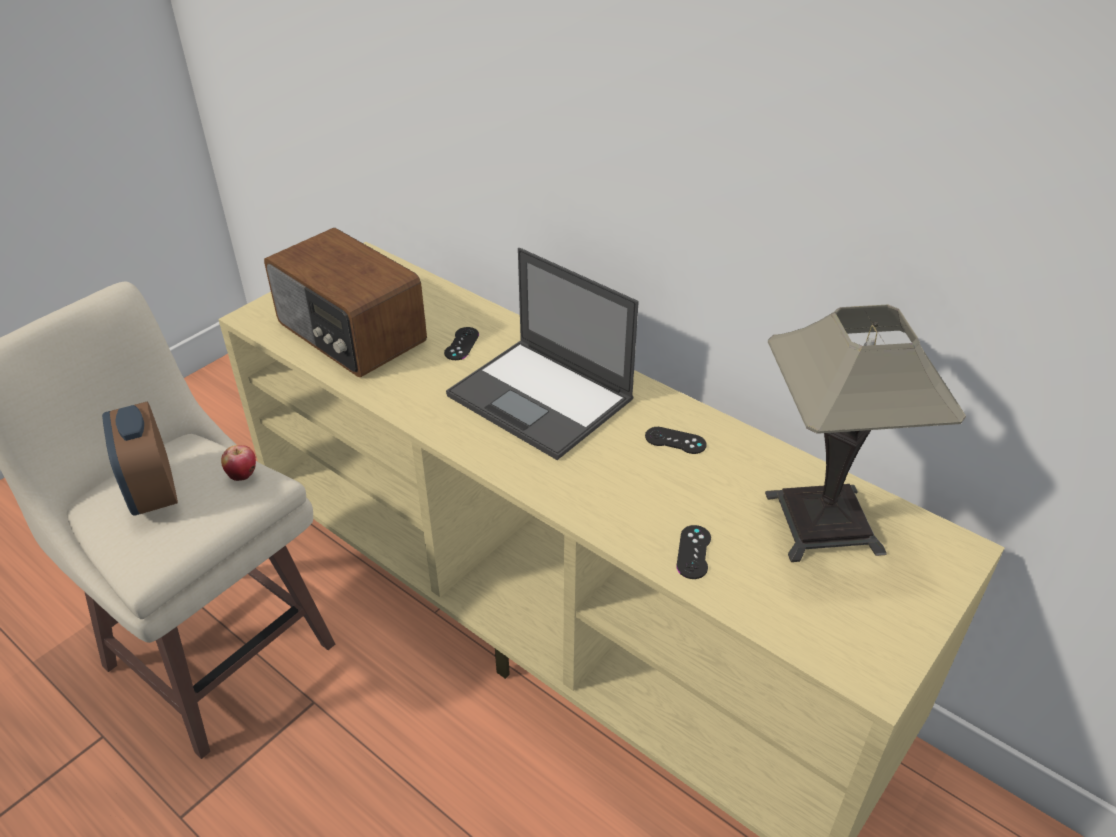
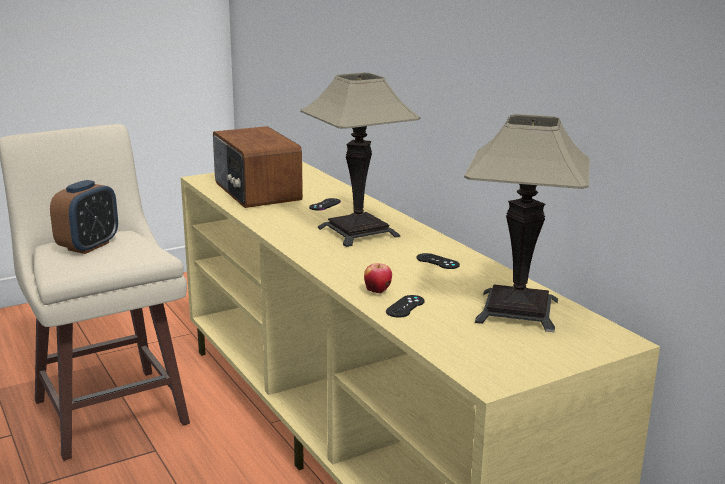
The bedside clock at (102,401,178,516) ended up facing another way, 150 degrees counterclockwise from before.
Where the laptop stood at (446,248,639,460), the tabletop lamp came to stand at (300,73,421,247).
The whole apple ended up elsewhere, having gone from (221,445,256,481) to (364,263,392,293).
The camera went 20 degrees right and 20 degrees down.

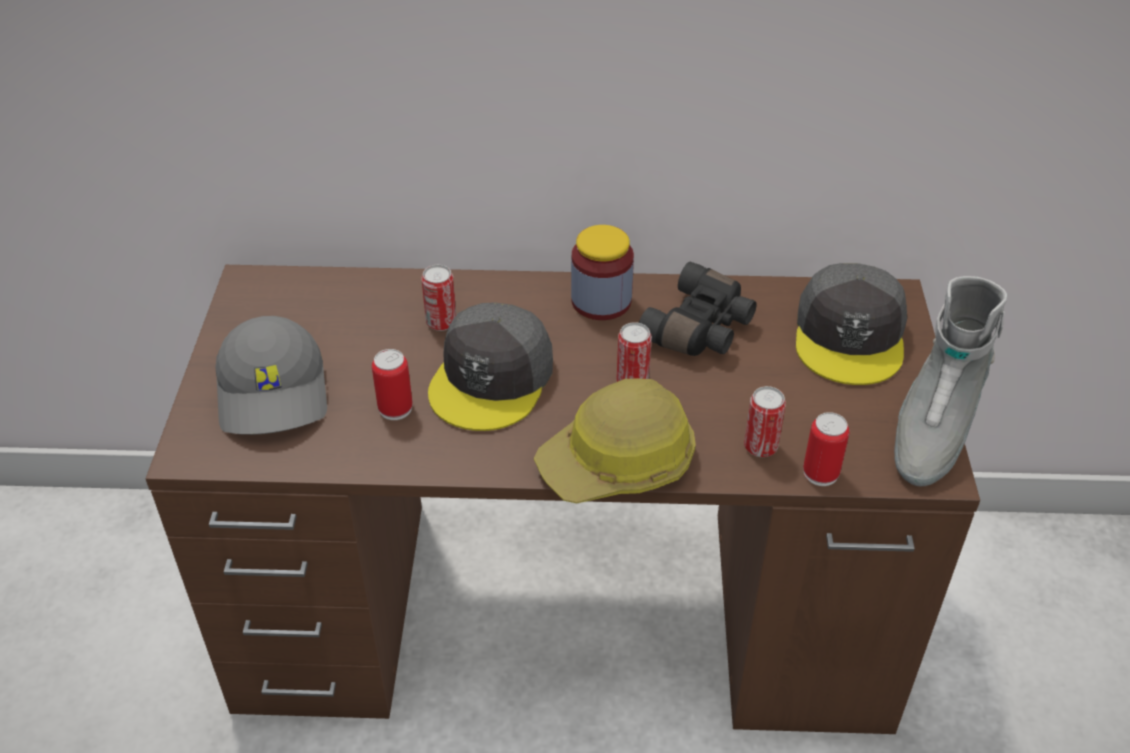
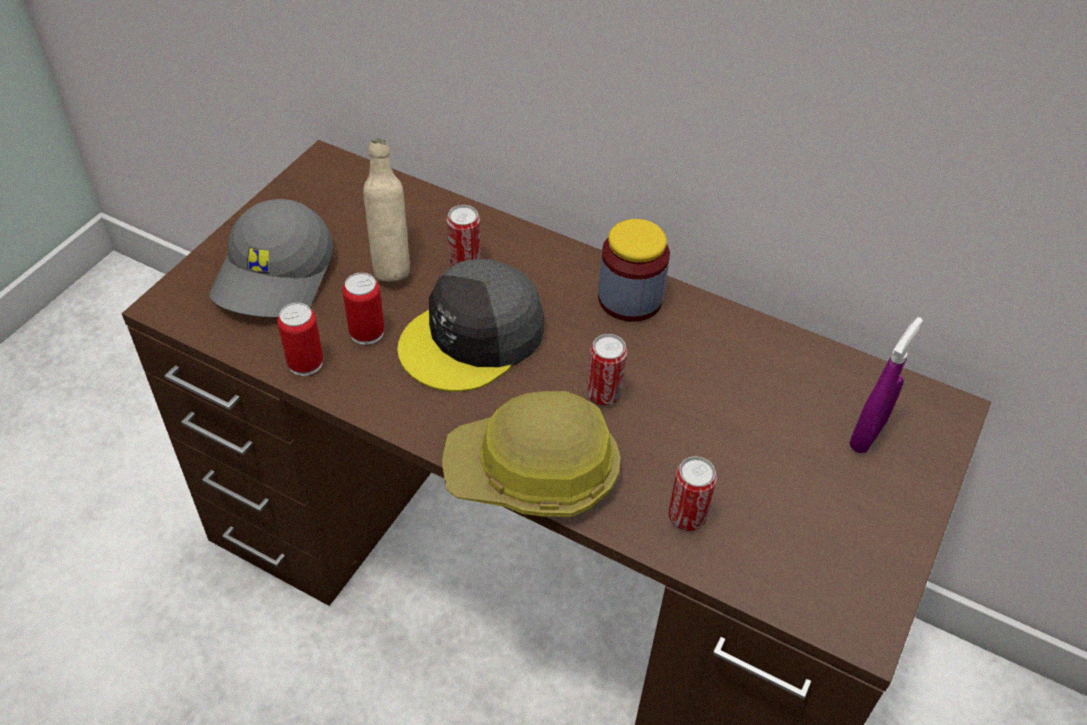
The can ended up elsewhere, having gone from (803,412,849,486) to (277,303,323,376).
The second view gained the beige-coloured drink bottle at (363,138,410,282).
Where the gray peaked cap stood at (796,263,907,385), the purple-coloured spray bottle came to stand at (849,317,923,453).
The second view lost the black binoculars at (639,262,757,356).
The second view lost the gray boot at (894,276,1007,487).
The camera went 25 degrees right and 5 degrees up.

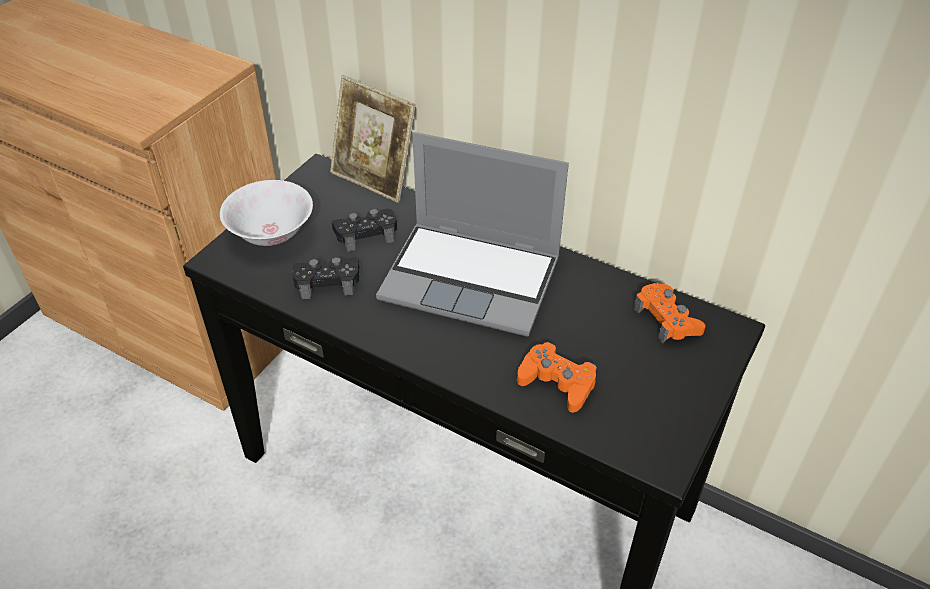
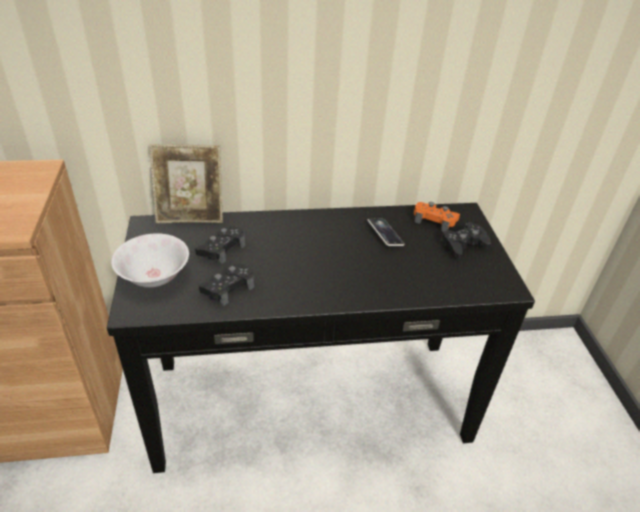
The second view gained the handset at (367,218,404,246).
The second view gained the black joypad at (441,222,491,260).
The second view lost the laptop at (376,132,569,337).
The second view lost the orange joypad at (517,342,597,413).
The camera went 40 degrees left and 5 degrees down.

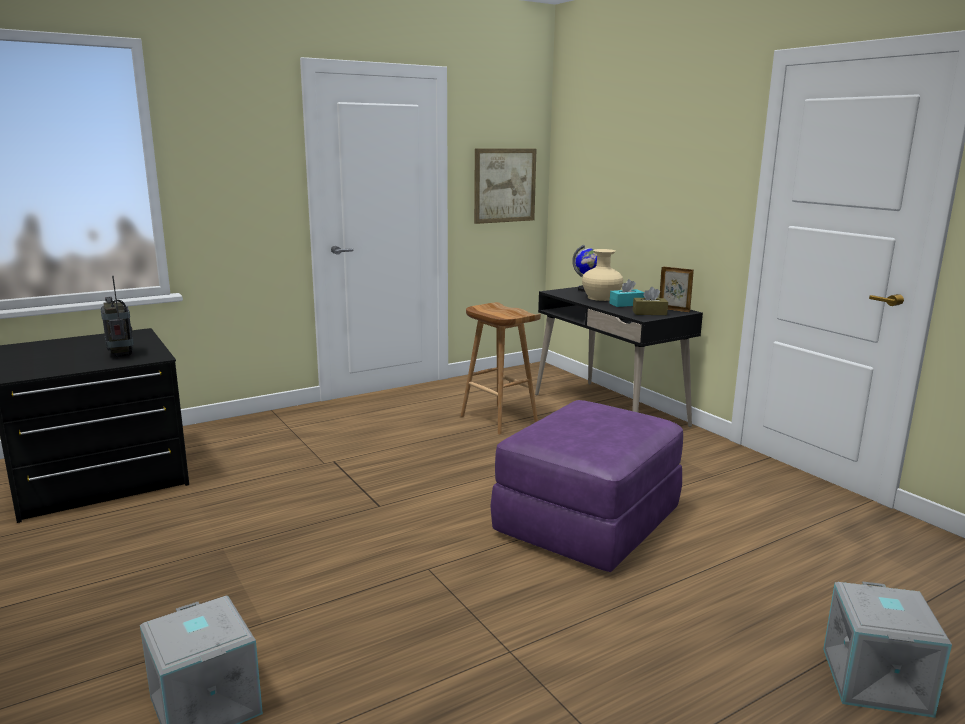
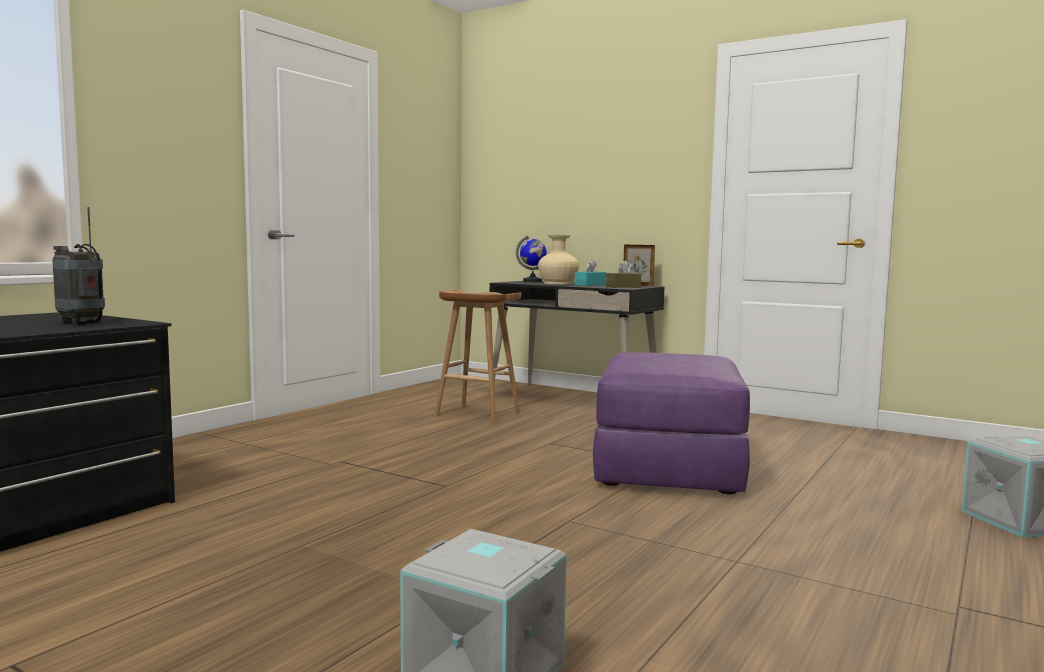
The second view lost the wall art at (474,149,537,224).
The camera went 25 degrees left and 10 degrees down.

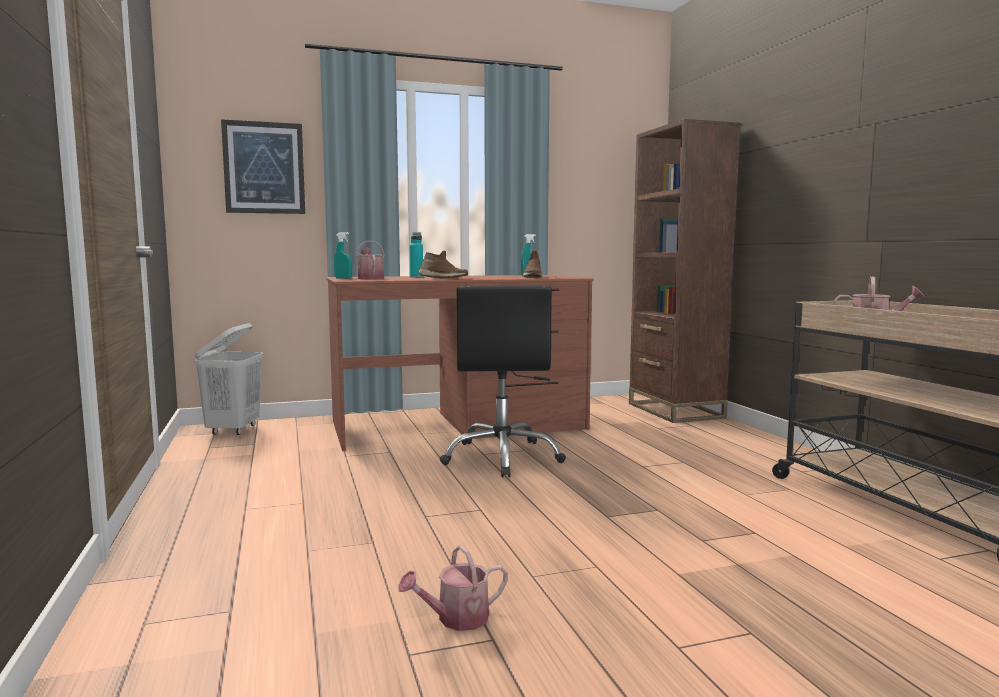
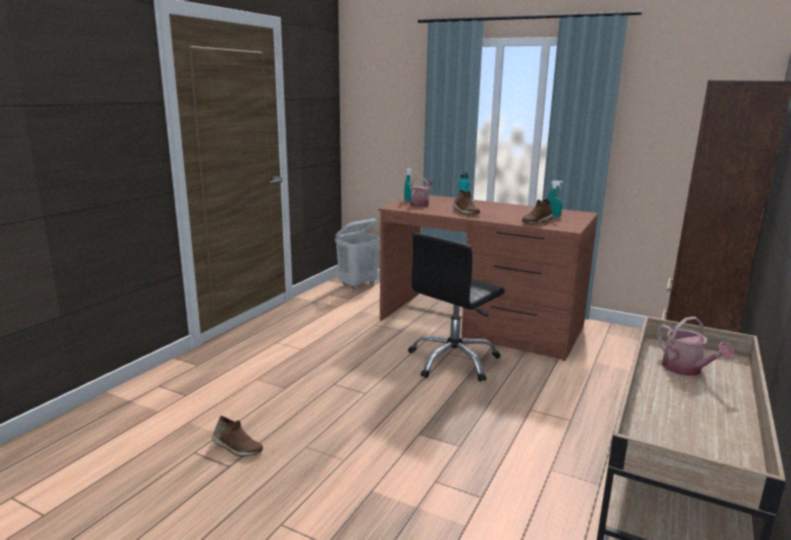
Where the watering pot stood at (398,545,508,631), the brownish shoe came to stand at (212,415,263,457).
The second view lost the wall art at (221,119,305,214).
The camera went 45 degrees right and 10 degrees up.

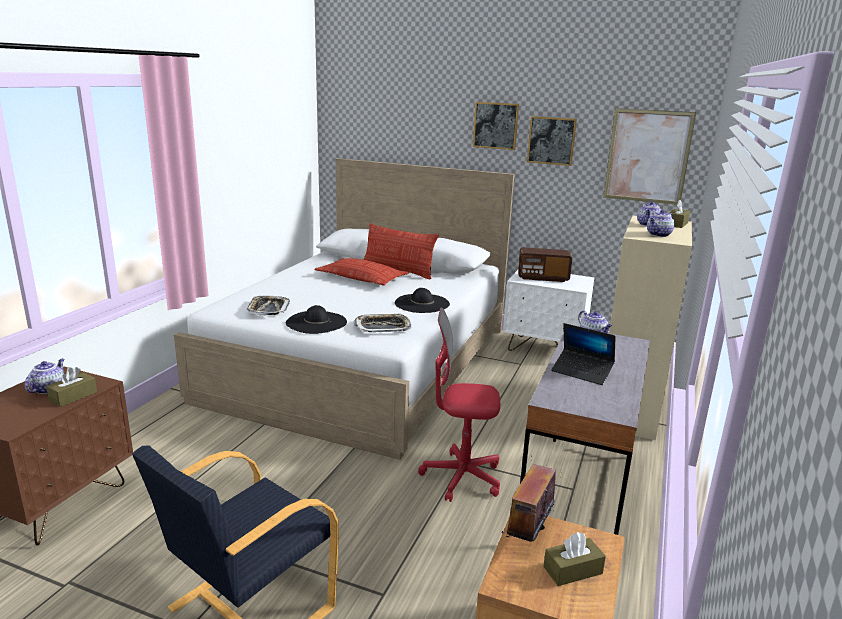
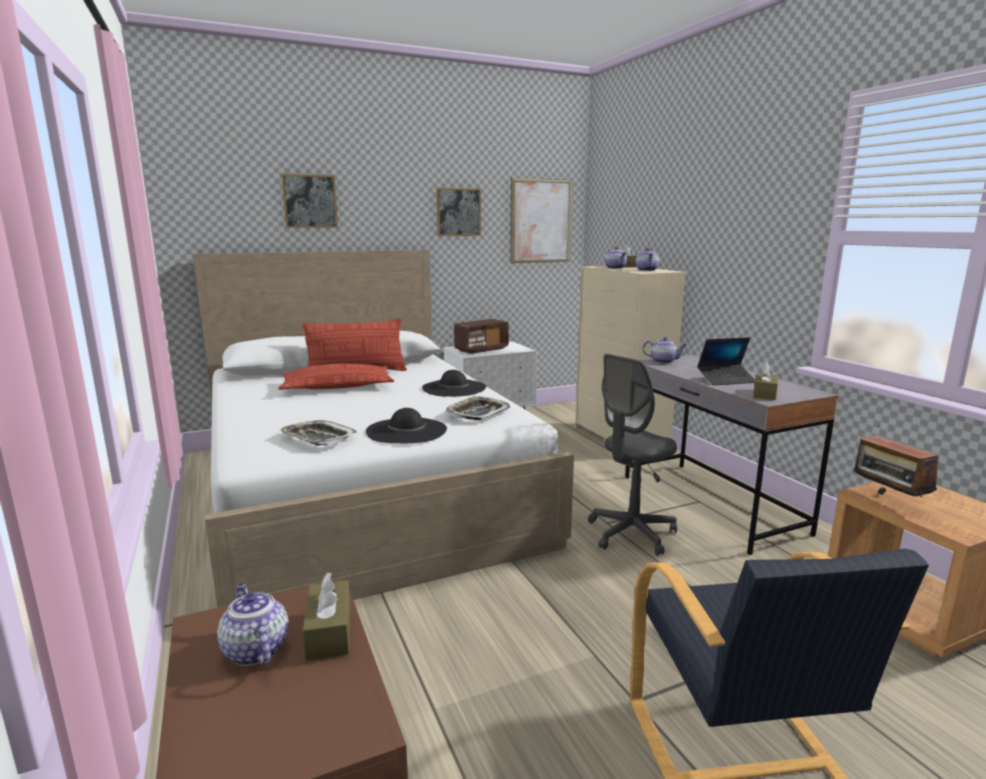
The wall art ended up elsewhere, having gone from (473,102,519,150) to (281,174,338,228).
What was the reddish office chair at (418,307,500,502) turned into the gray office chair at (588,354,677,556).
The brownish tissue box ended up elsewhere, having gone from (543,532,606,586) to (753,362,778,400).
The camera went 45 degrees left and 5 degrees down.

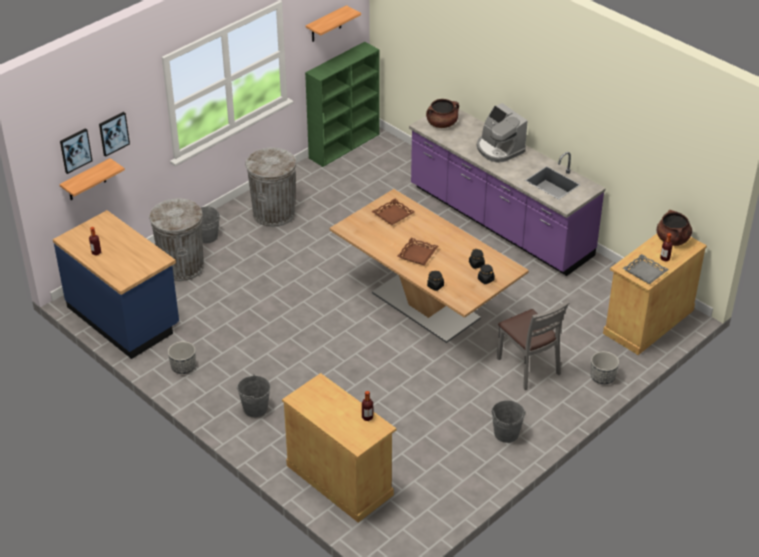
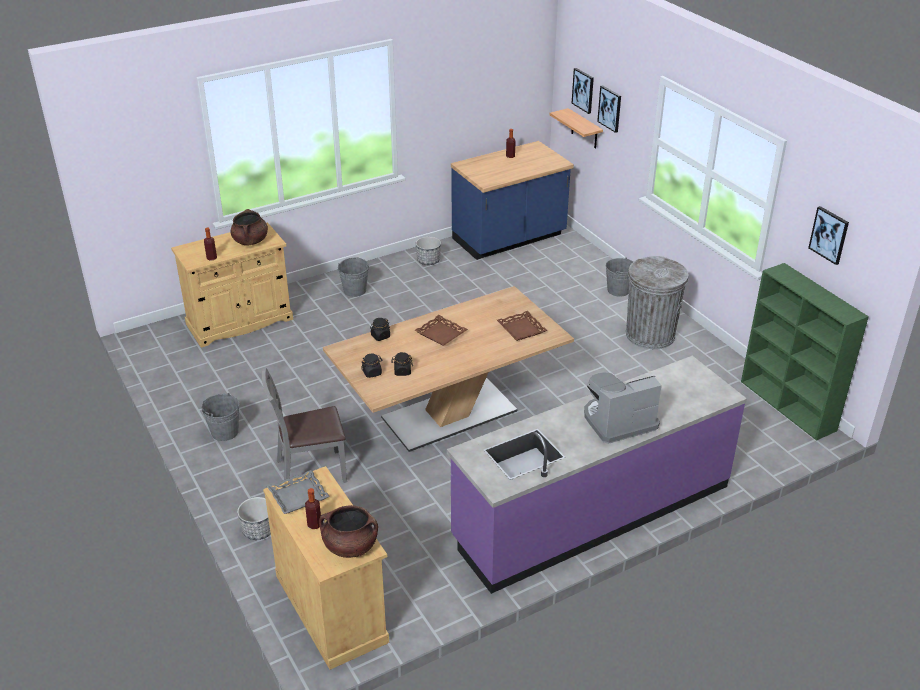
The brownish saucepot ended up elsewhere, having gone from (426,99,459,128) to (231,209,268,246).
Where the shelf hung at (306,5,361,42), the wall art came to hang at (808,206,849,265).
The second view lost the gray rubbish bin at (149,198,204,281).
The camera went 105 degrees right and 5 degrees down.

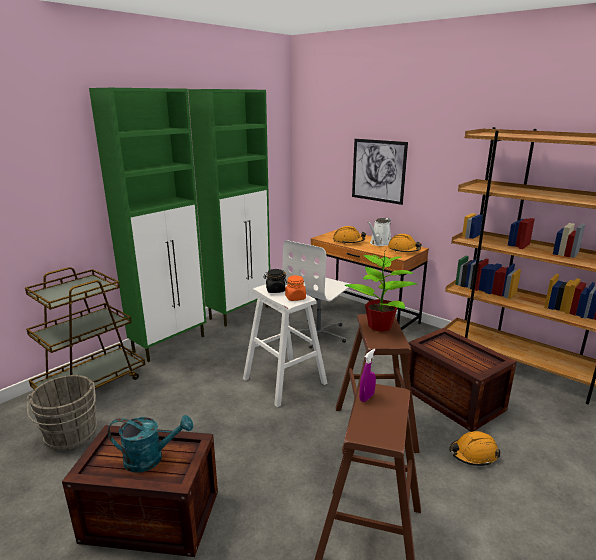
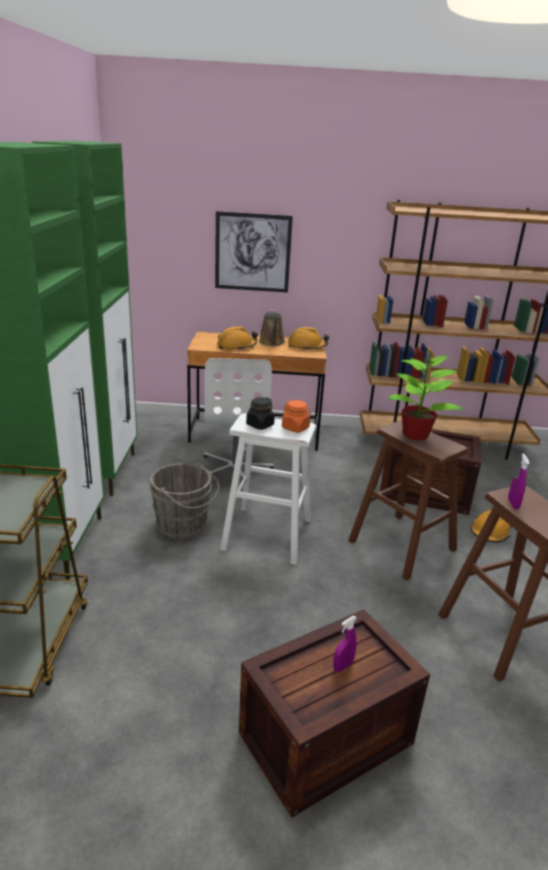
The gray bucket ended up elsewhere, having gone from (27,375,98,451) to (149,463,219,539).
What was the white watering pot at (367,218,391,246) turned into the brownish watering pot at (259,310,285,346).
Where the turquoise-coloured watering pot stood at (108,415,193,473), the purple-coloured spray bottle came to stand at (333,616,357,672).
The camera went 40 degrees left and 5 degrees up.

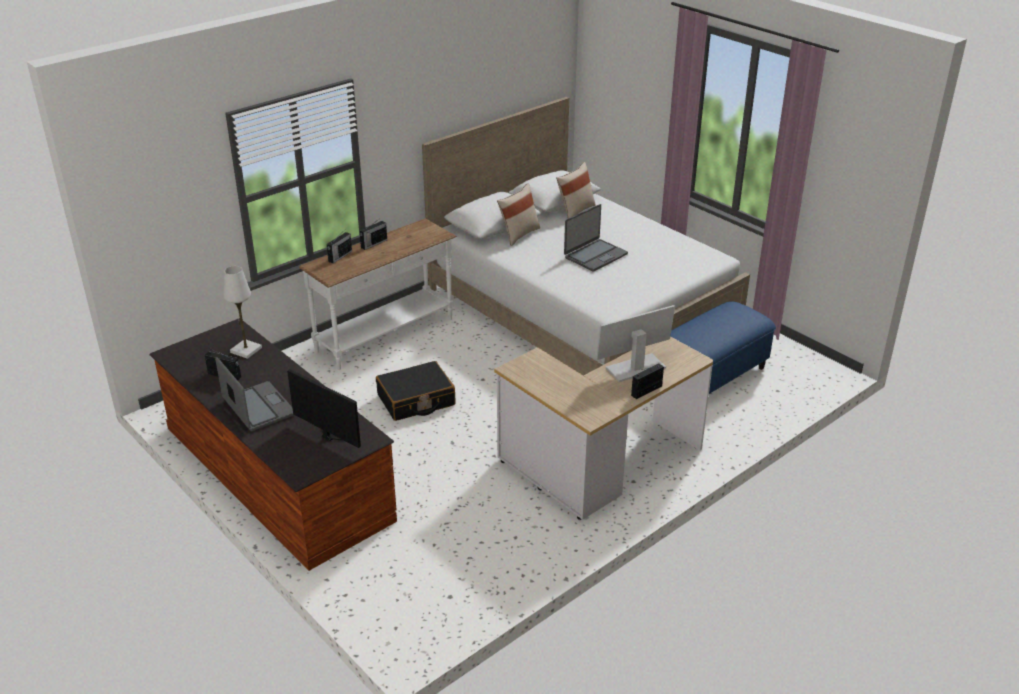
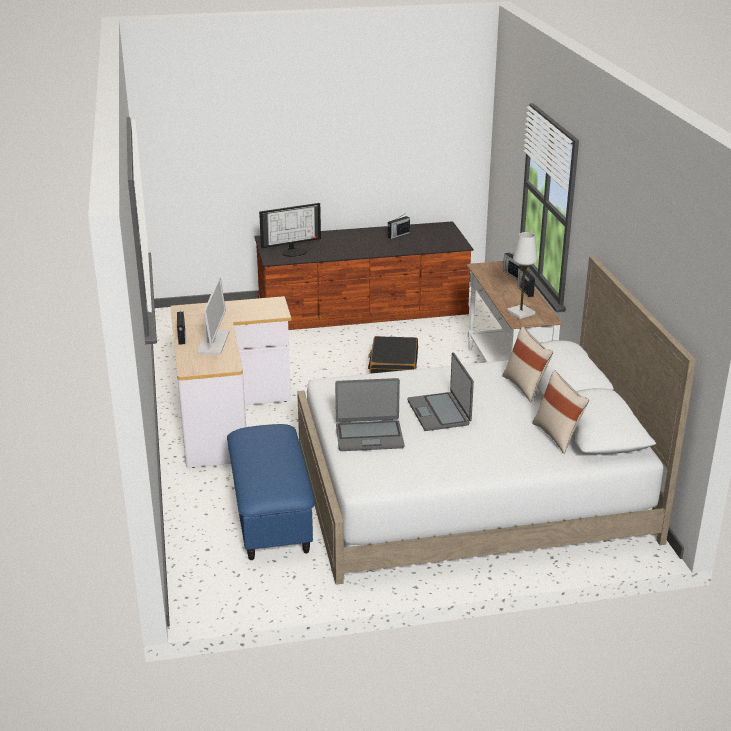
The laptop ended up elsewhere, having gone from (215,357,294,431) to (335,378,404,451).
The white tabletop lamp ended up elsewhere, having gone from (223,266,262,359) to (507,232,537,319).
The camera went 120 degrees right and 5 degrees down.

